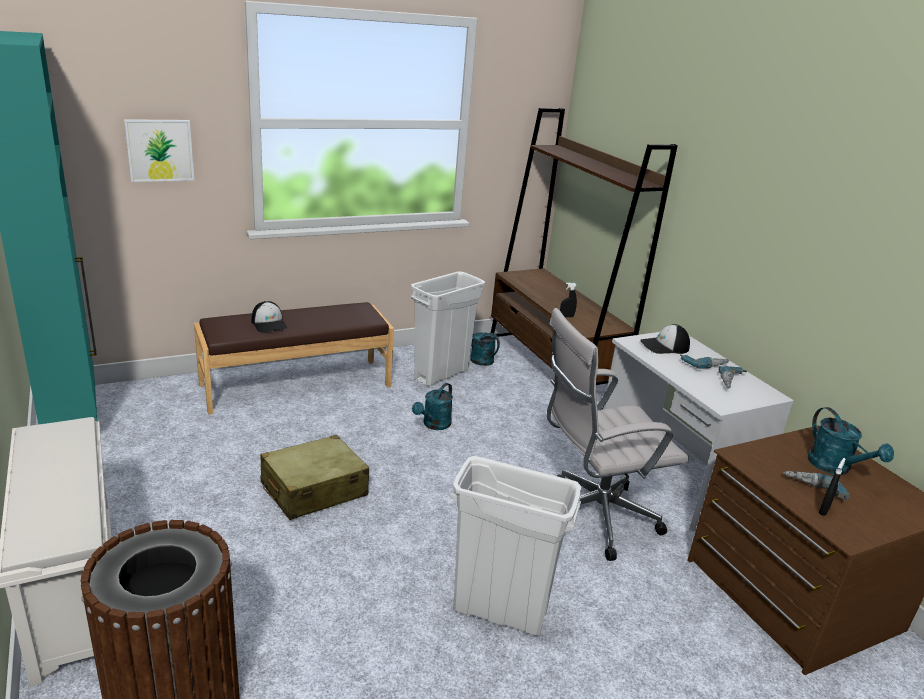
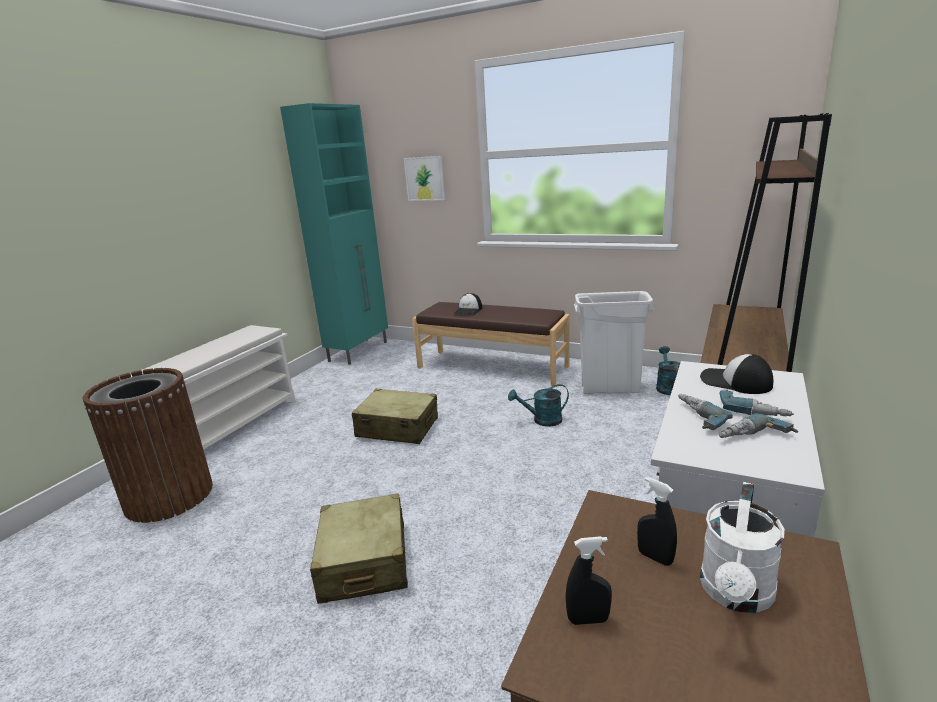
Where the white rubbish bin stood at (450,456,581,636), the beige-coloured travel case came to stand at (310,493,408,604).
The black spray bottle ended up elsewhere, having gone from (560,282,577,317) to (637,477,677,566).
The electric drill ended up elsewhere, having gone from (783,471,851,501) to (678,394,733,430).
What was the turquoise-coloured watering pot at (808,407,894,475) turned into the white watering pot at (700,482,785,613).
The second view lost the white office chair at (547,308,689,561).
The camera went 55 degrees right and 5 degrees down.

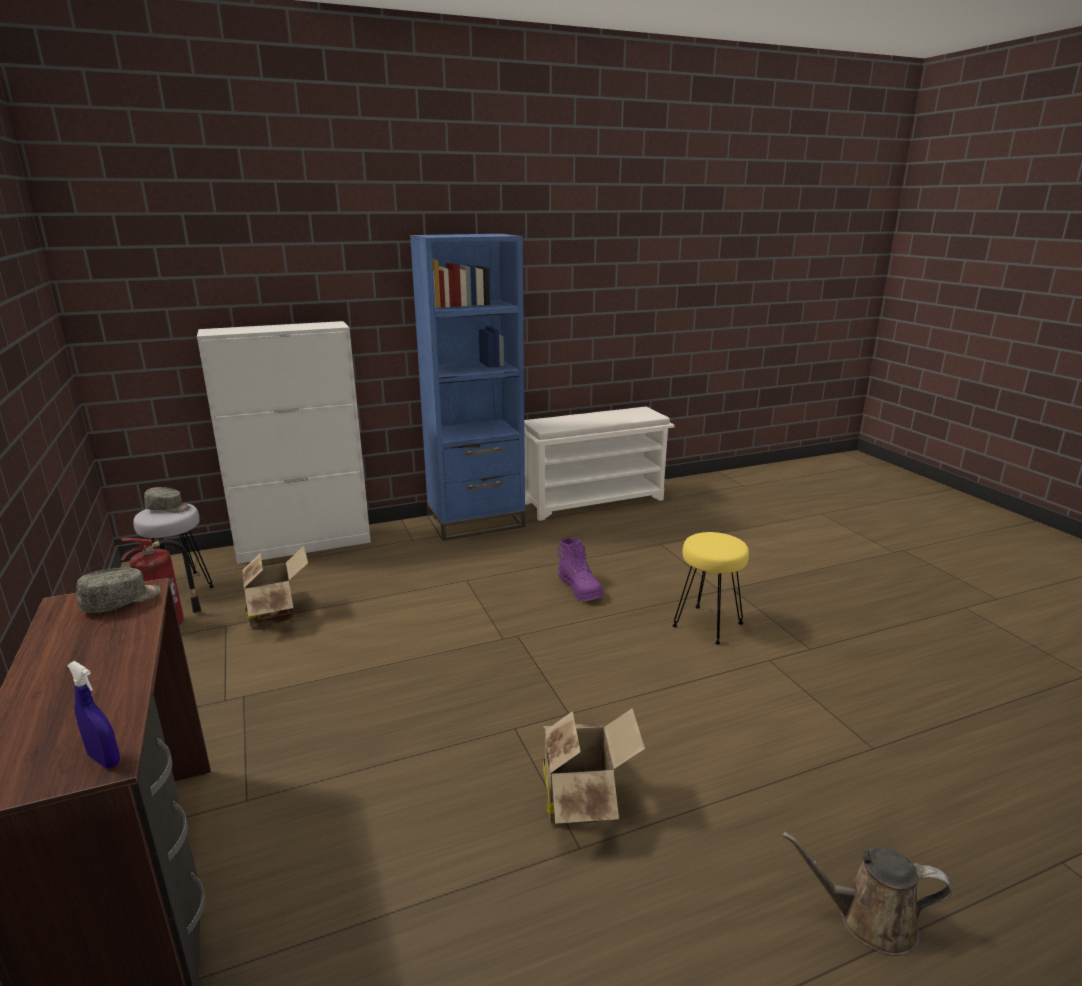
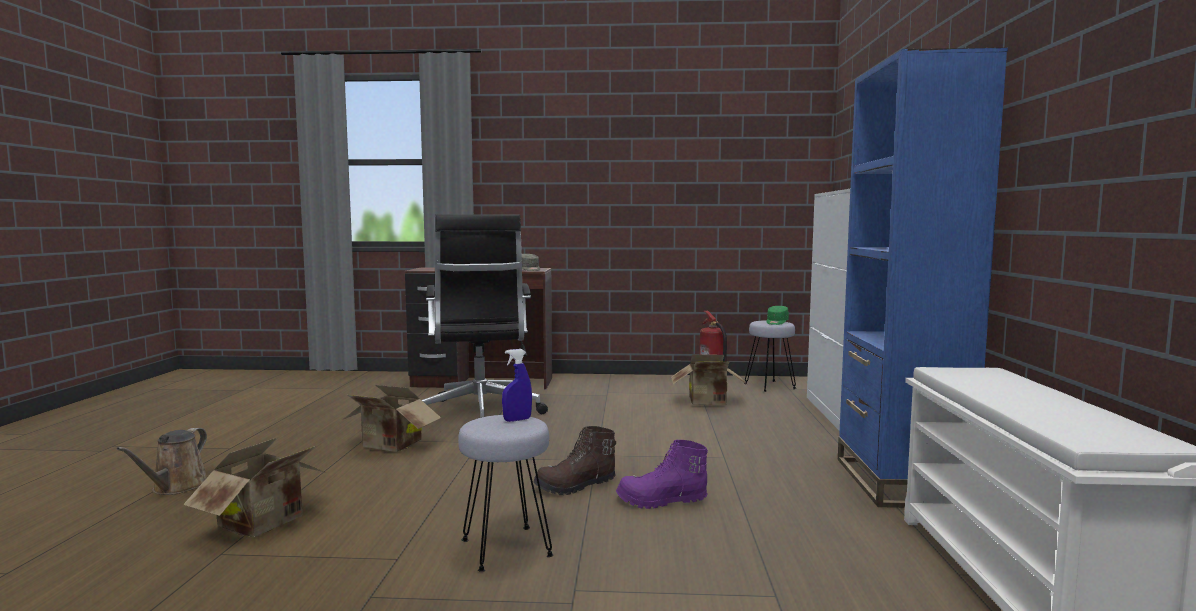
The brownish watering pot at (782,831,952,956) ended up facing another way, 150 degrees clockwise from before.
The second view gained the carton at (183,438,327,537).
The second view gained the black office chair at (422,214,548,418).
What was the yellowish sitting stool at (672,532,749,645) turned into the gray sitting stool at (458,415,554,572).
The bluish spray bottle ended up elsewhere, having gone from (67,661,120,768) to (502,349,532,422).
The second view gained the brownish boot at (533,426,616,495).
What was the gray peaked cap at (144,487,191,513) turned into the green peaked cap at (767,306,789,325).
The camera went 115 degrees right and 15 degrees down.

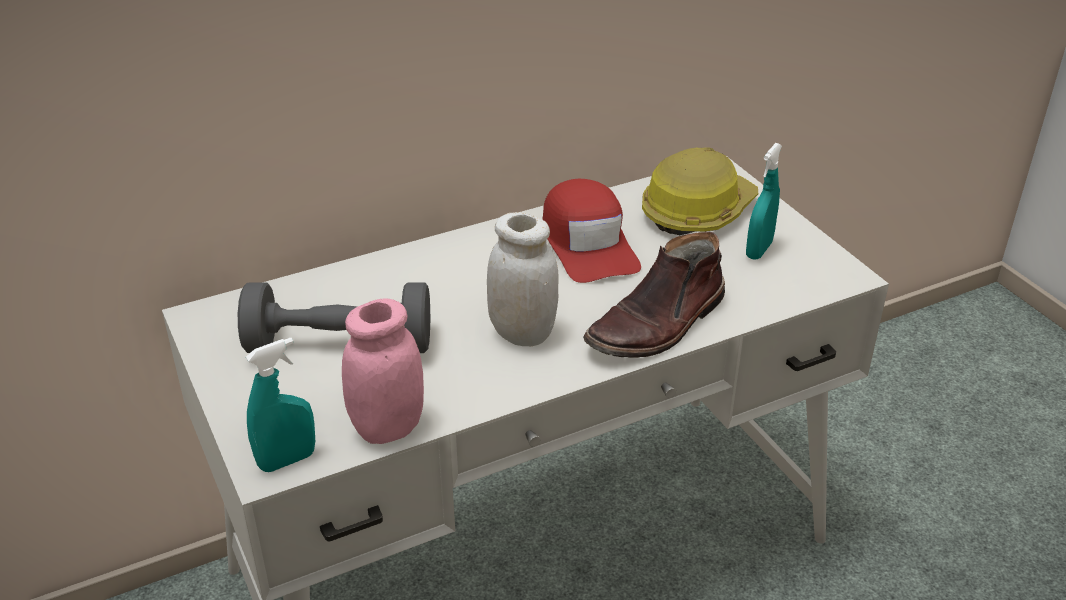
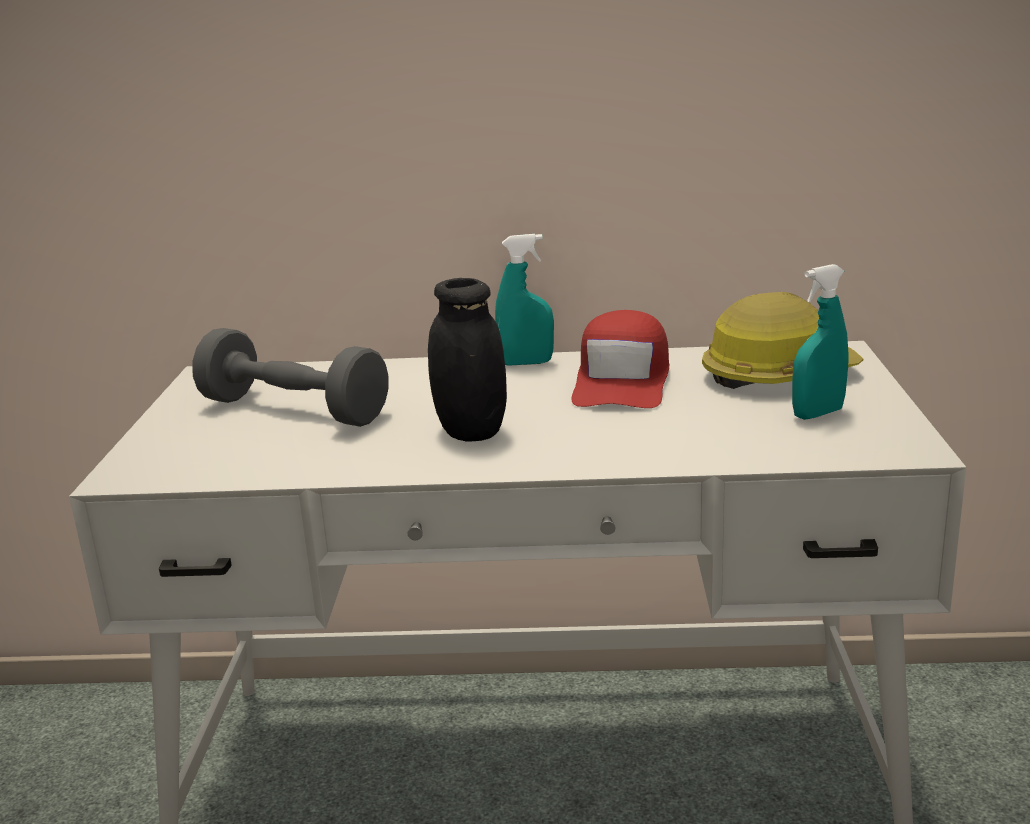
What was the white jar at (487,212,559,346) turned into the black jar at (428,278,507,442).
The turquoise-coloured spray bottle ended up elsewhere, having gone from (246,338,315,472) to (495,234,554,366).
The second view lost the pinkish jar at (342,298,424,444).
The second view lost the brownish boot at (583,232,725,358).
The camera went 30 degrees right and 15 degrees down.

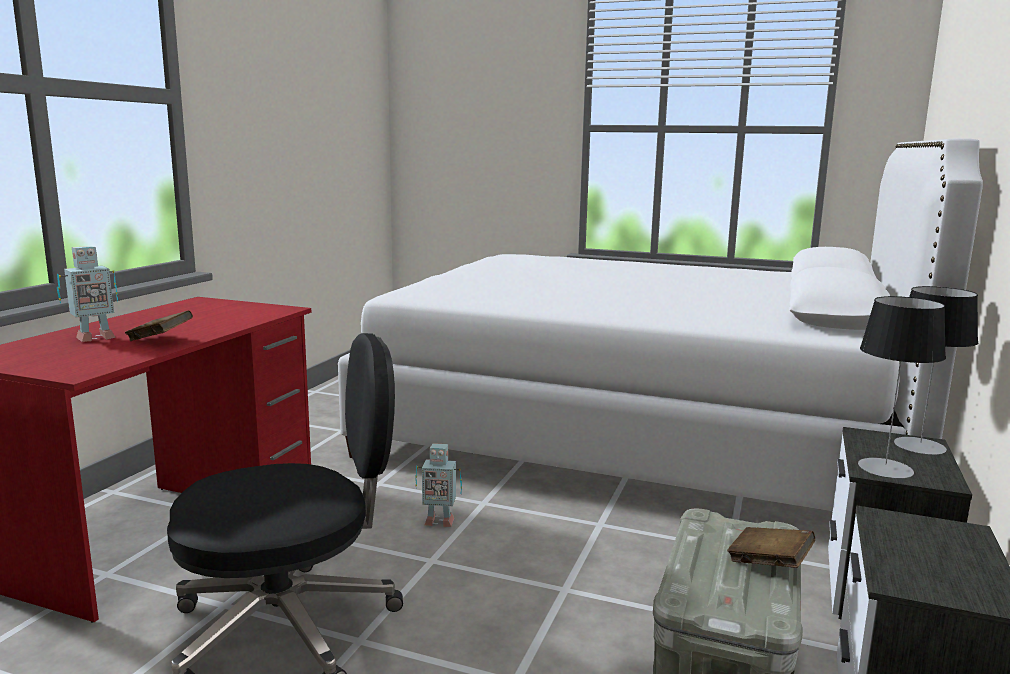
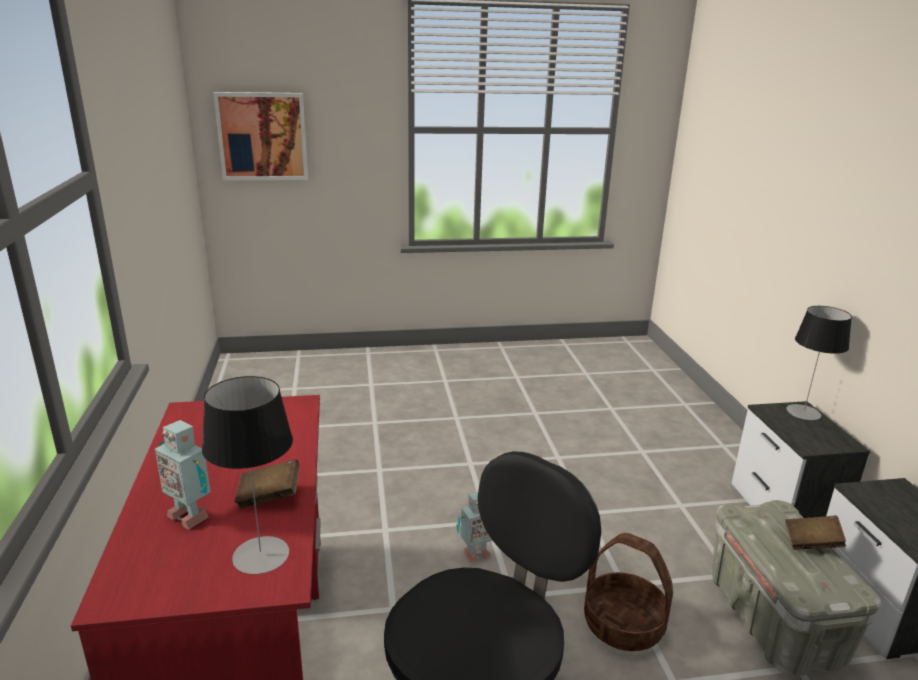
The toy robot at (57,246,118,342) ended up facing another way, 105 degrees clockwise from before.
The tabletop lamp ended up elsewhere, having gone from (858,296,946,478) to (202,376,293,574).
The second view gained the wall art at (213,92,308,181).
The second view gained the basket at (584,533,673,651).
The second view lost the white bed at (338,138,983,511).
The camera went 30 degrees left and 10 degrees up.

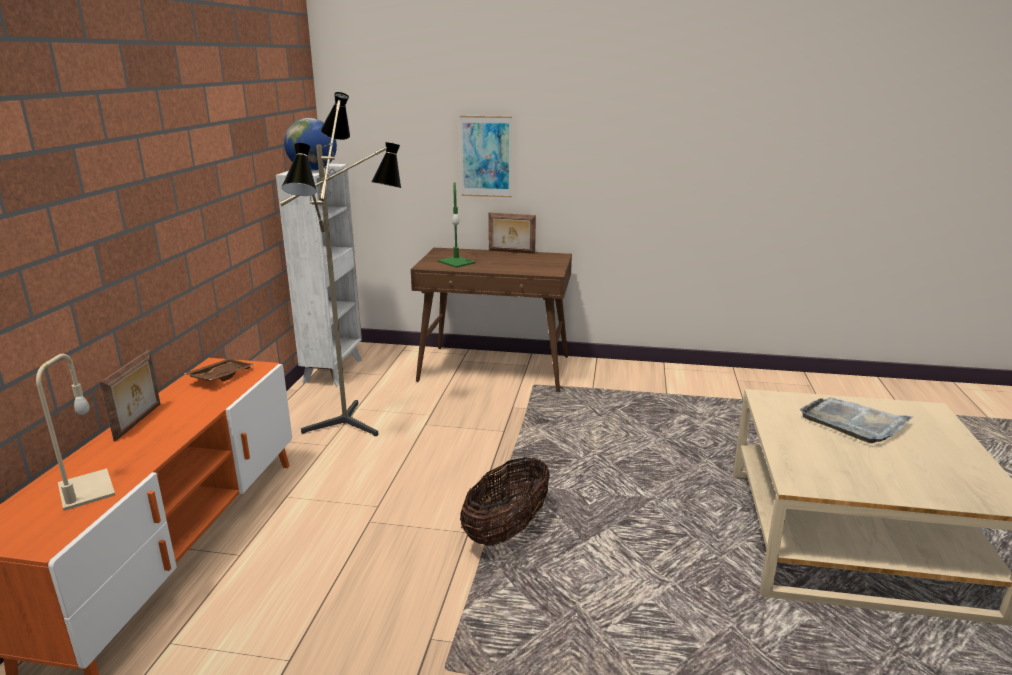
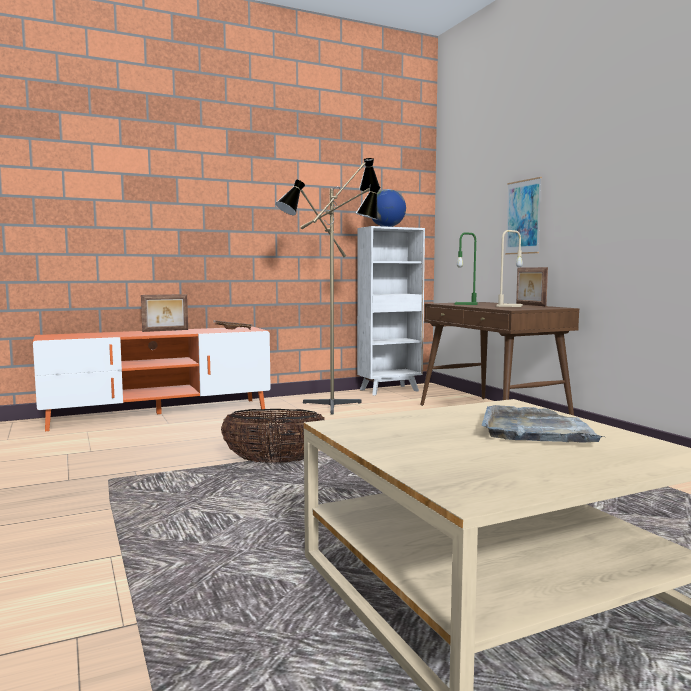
The beige-coloured tabletop lamp ended up elsewhere, having gone from (36,354,115,511) to (496,230,523,307).
The camera went 55 degrees right and 15 degrees down.

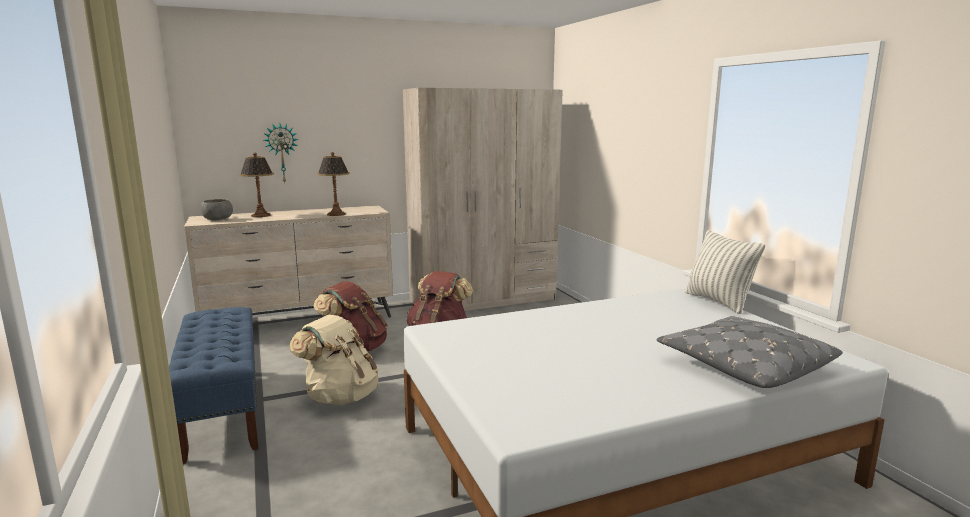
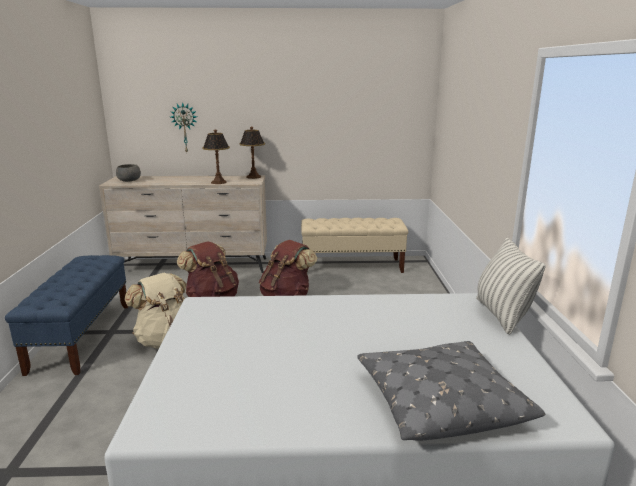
The tabletop lamp ended up elsewhere, having gone from (240,153,274,217) to (239,127,265,179).
Where the beige-coloured wardrobe stood at (403,88,563,311), the beige-coloured indoor bench came to stand at (301,218,408,273).
The camera went 20 degrees right and 5 degrees up.

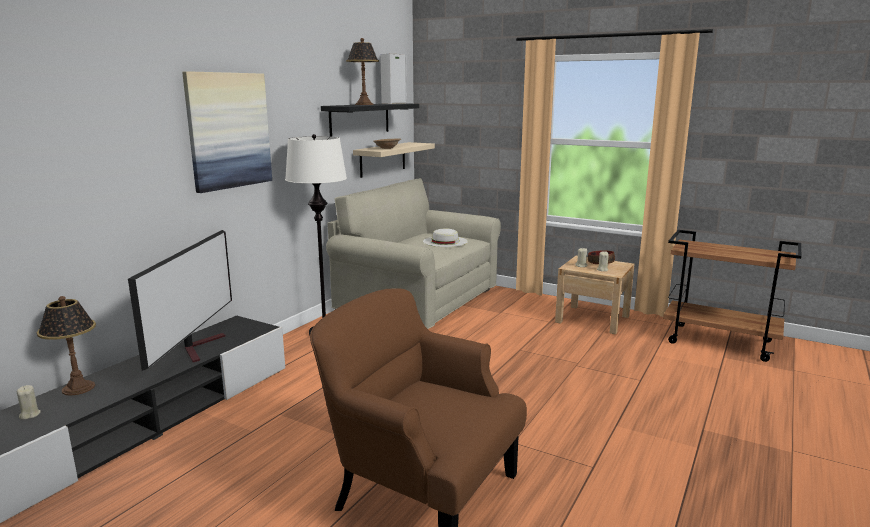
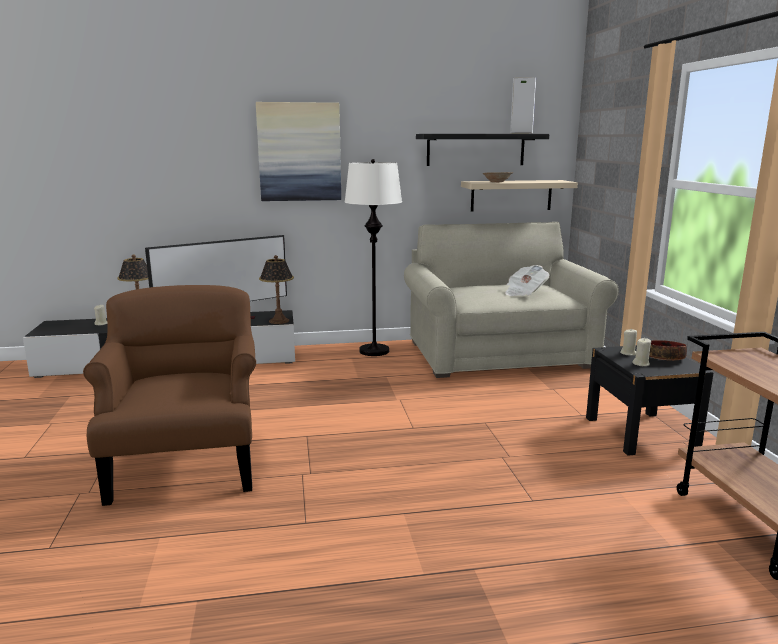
The tabletop lamp ended up elsewhere, having gone from (346,38,379,105) to (259,255,294,324).
Where the white clothing hat stood at (423,229,468,247), the daily paper came to stand at (505,265,549,296).
What was the beige-coloured nightstand at (555,256,634,334) turned into the black nightstand at (586,345,714,456).
The camera went 50 degrees right and 0 degrees up.

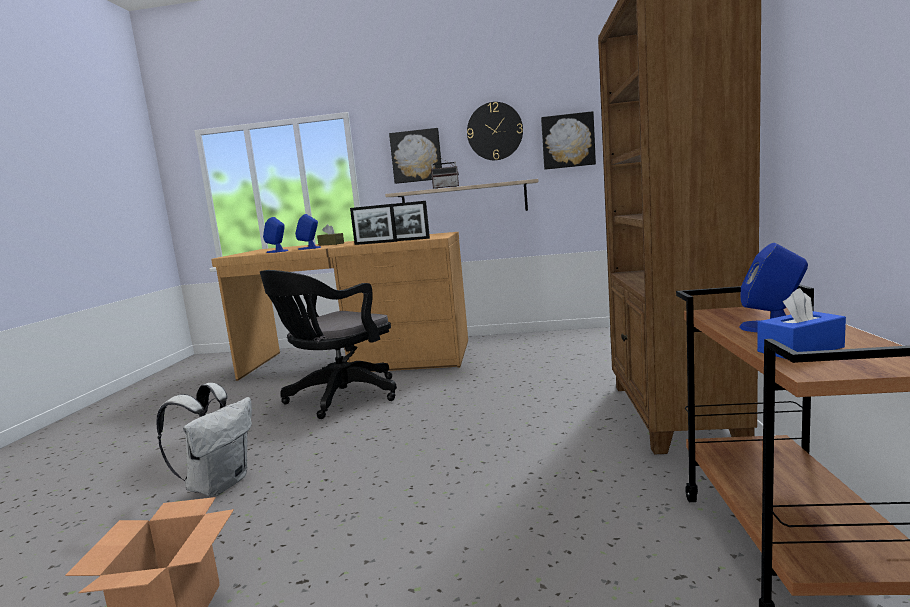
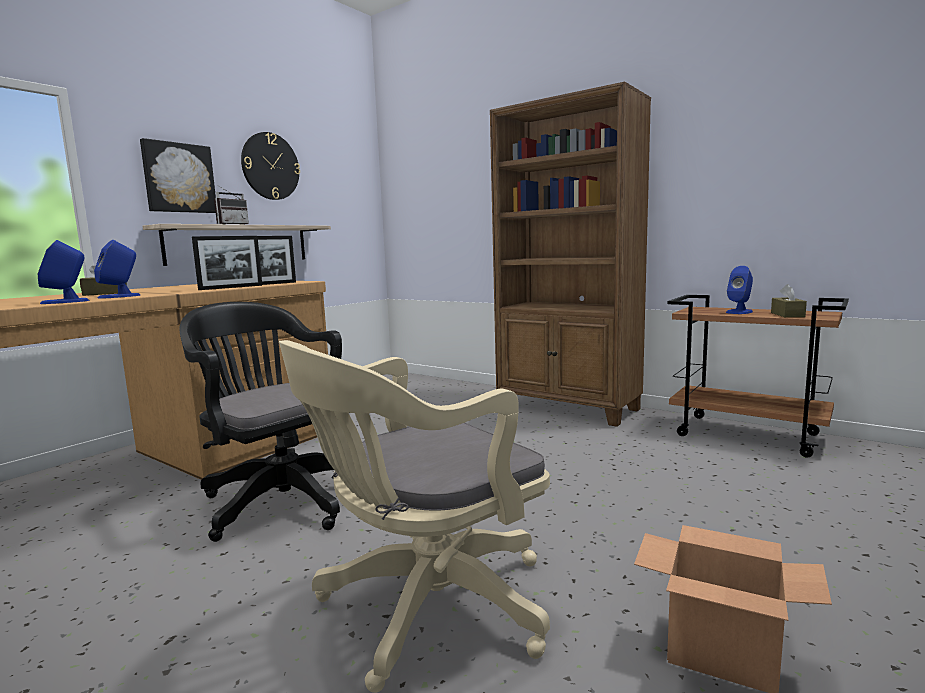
The black office chair at (260,270,397,419) ended up facing another way, 150 degrees clockwise from before.
Where the white rucksack stood at (156,383,252,496), the beige-coloured office chair came to stand at (279,340,550,693).
What was the bluish tissue box at (757,288,846,359) turned into the brownish tissue box at (771,284,807,317).
The second view lost the wall art at (541,111,596,170).
The camera went 60 degrees left and 0 degrees up.

